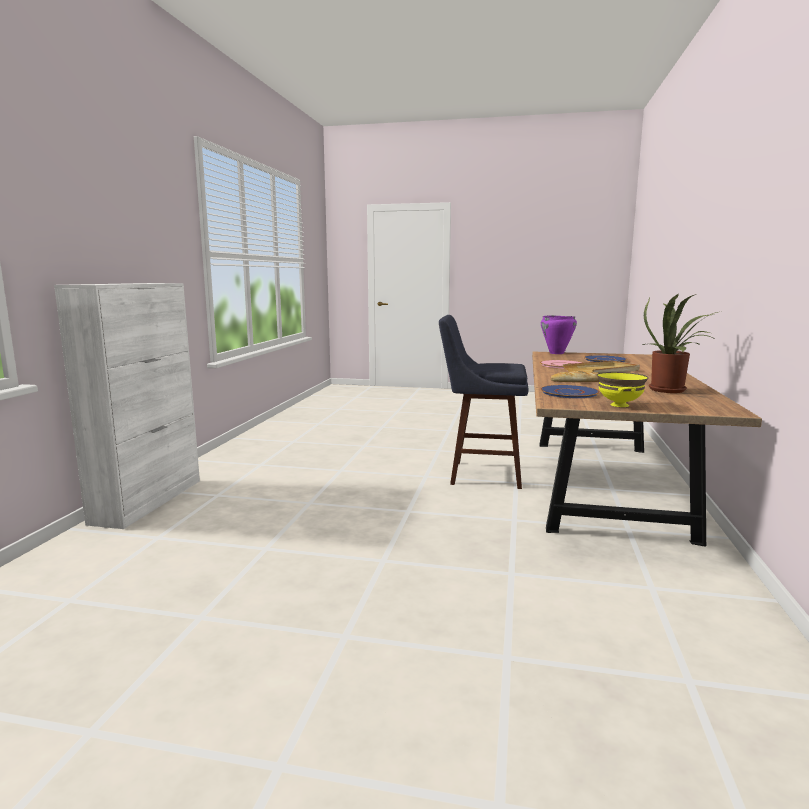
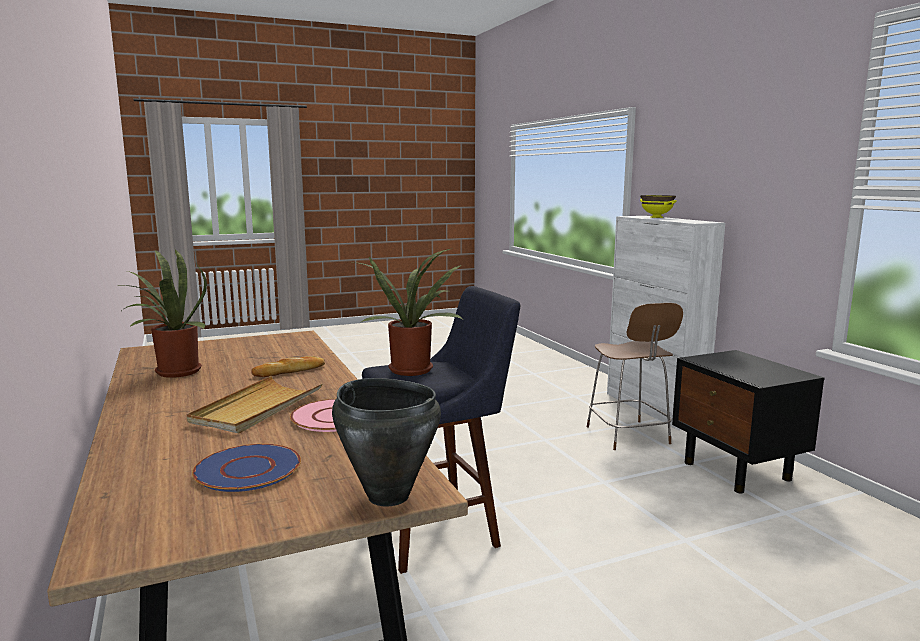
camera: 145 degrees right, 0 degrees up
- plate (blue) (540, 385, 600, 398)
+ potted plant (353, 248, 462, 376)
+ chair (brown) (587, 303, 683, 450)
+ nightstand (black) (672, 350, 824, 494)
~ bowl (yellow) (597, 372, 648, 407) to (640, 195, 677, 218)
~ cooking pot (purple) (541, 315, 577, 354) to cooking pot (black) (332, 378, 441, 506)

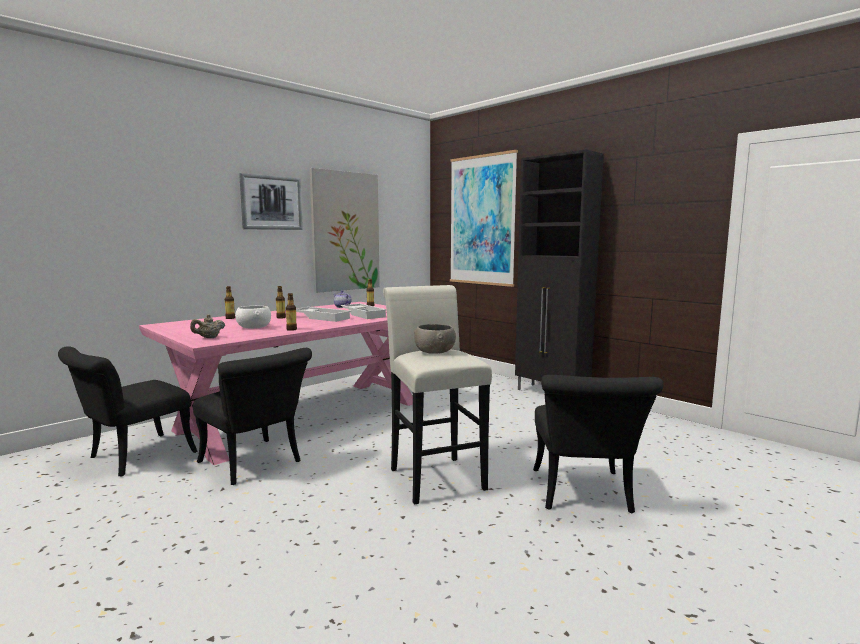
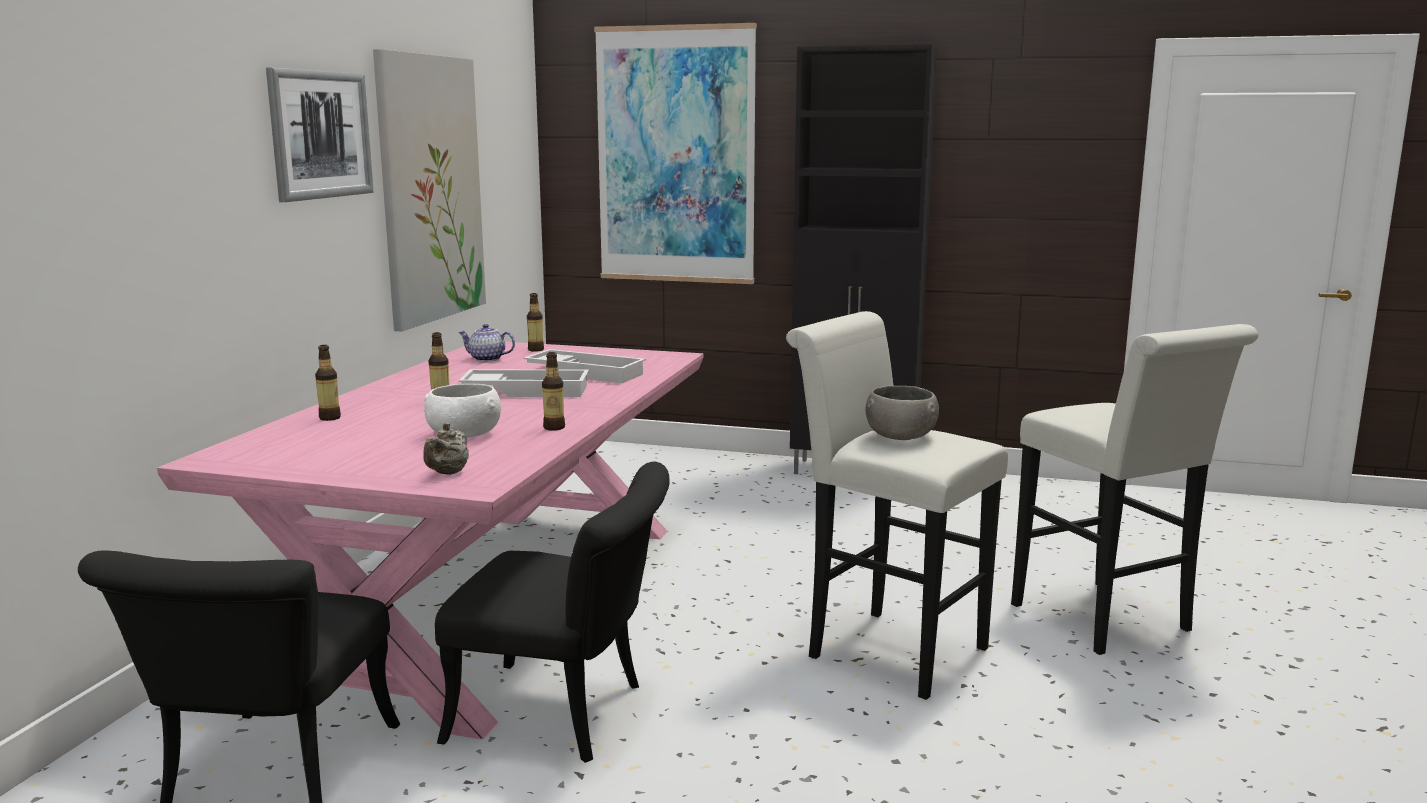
camera: 30 degrees left, 5 degrees up
~ chair (black) (533, 375, 664, 514) to stool (white) (1011, 324, 1258, 655)

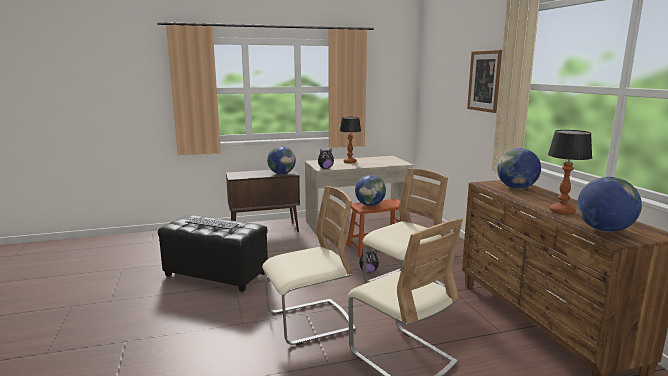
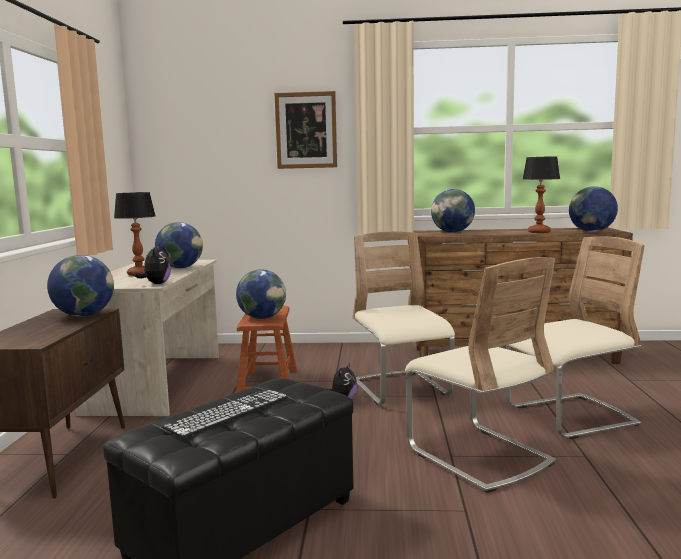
camera: 70 degrees left, 5 degrees down
+ globe (155, 222, 203, 268)
~ chair (beige) (262, 186, 356, 345) = (405, 257, 556, 493) 150 degrees clockwise

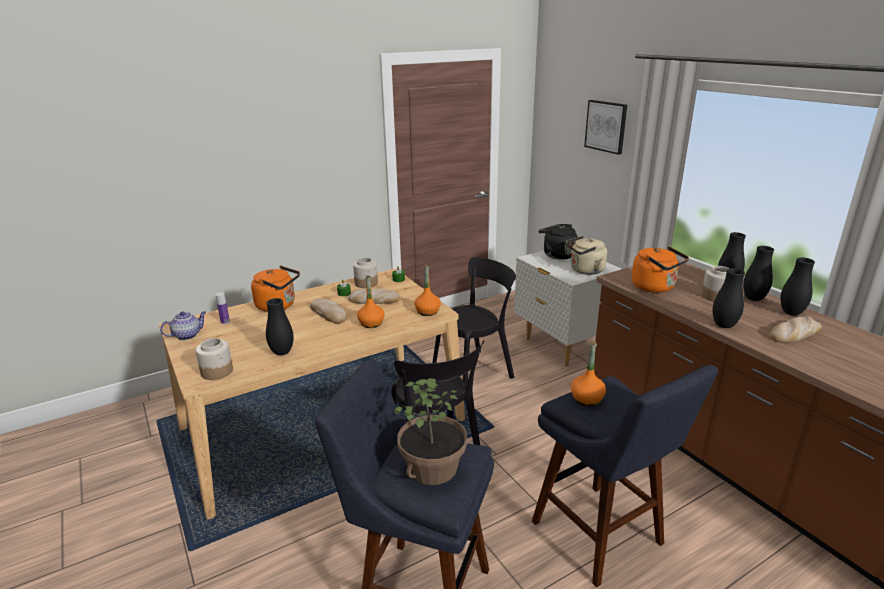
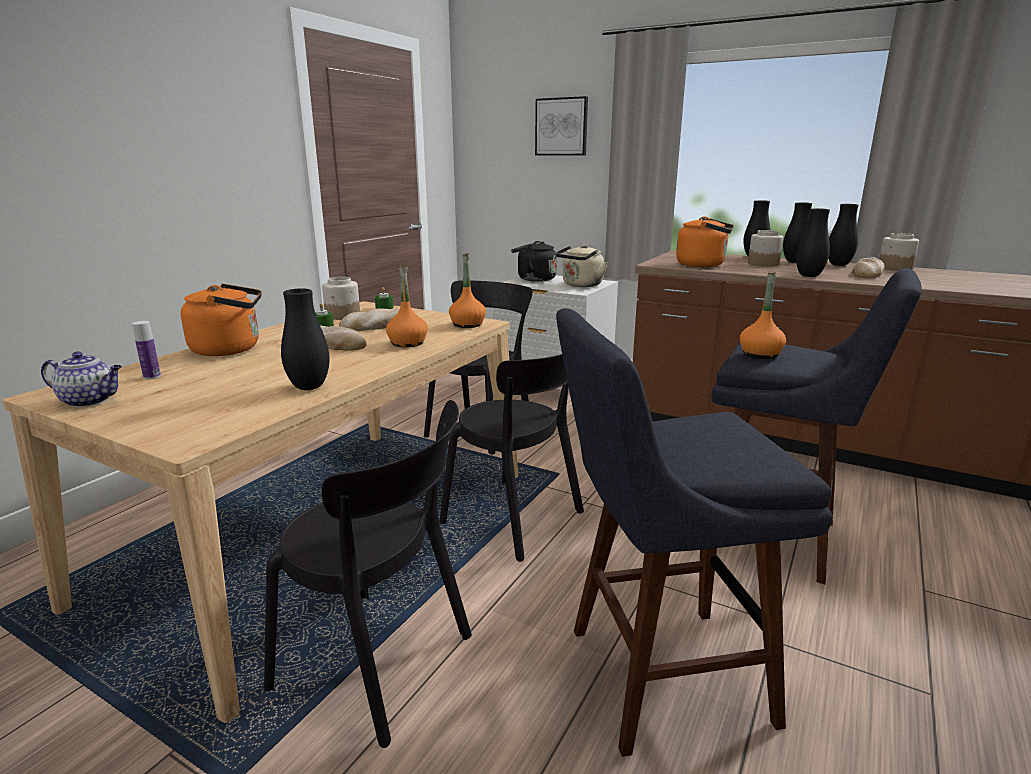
camera: 30 degrees left, 5 degrees down
- potted plant (394, 378, 467, 485)
+ chair (black) (264, 400, 472, 748)
~ jar (196, 338, 233, 380) to (879, 233, 919, 271)
~ teapot (160, 311, 206, 340) = (41, 351, 122, 407) 75 degrees clockwise

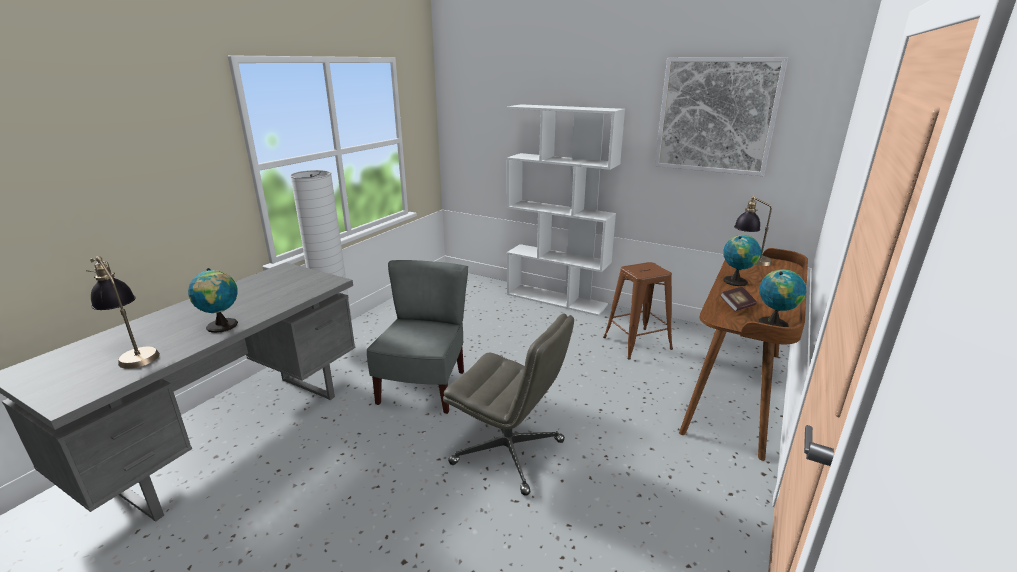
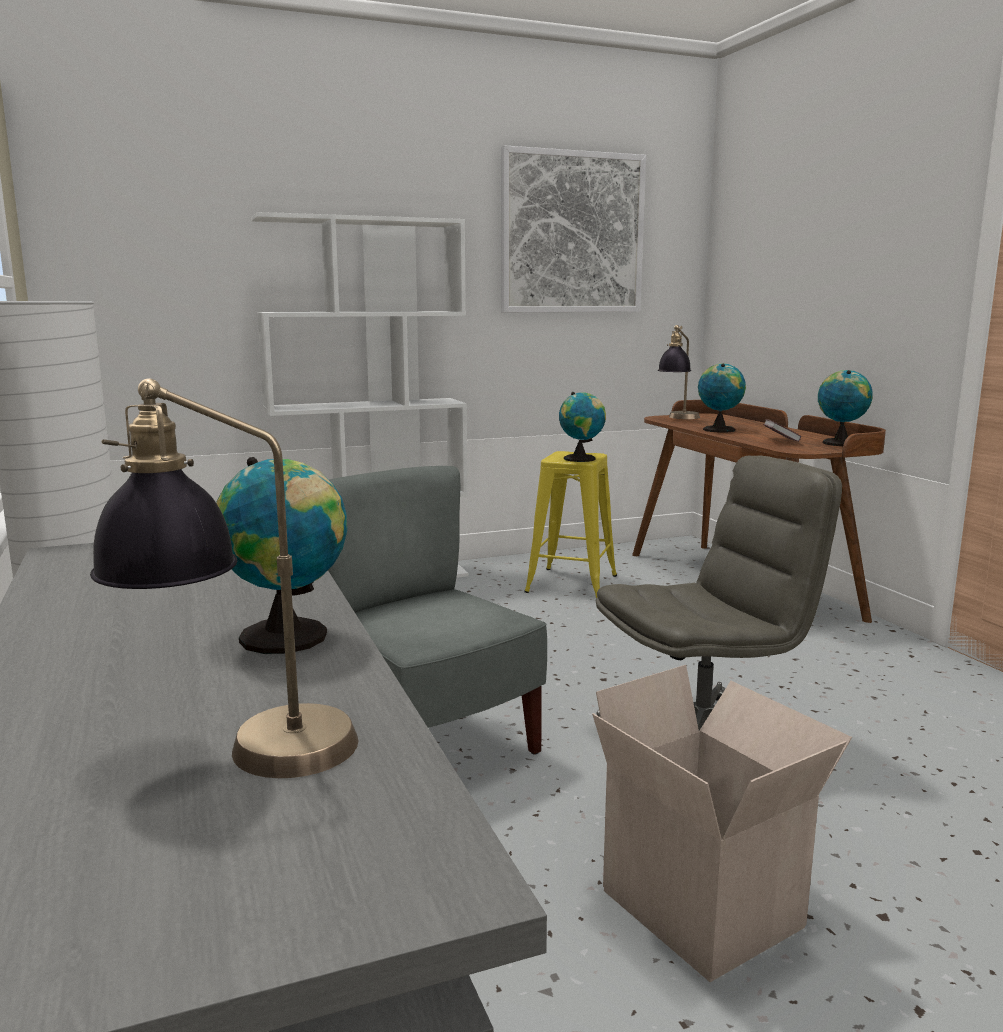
camera: 50 degrees left, 10 degrees down
+ globe (559, 392, 606, 462)
+ cardboard box (592, 665, 852, 982)
~ stool (brown) (603, 262, 673, 359) to stool (yellow) (524, 451, 617, 598)

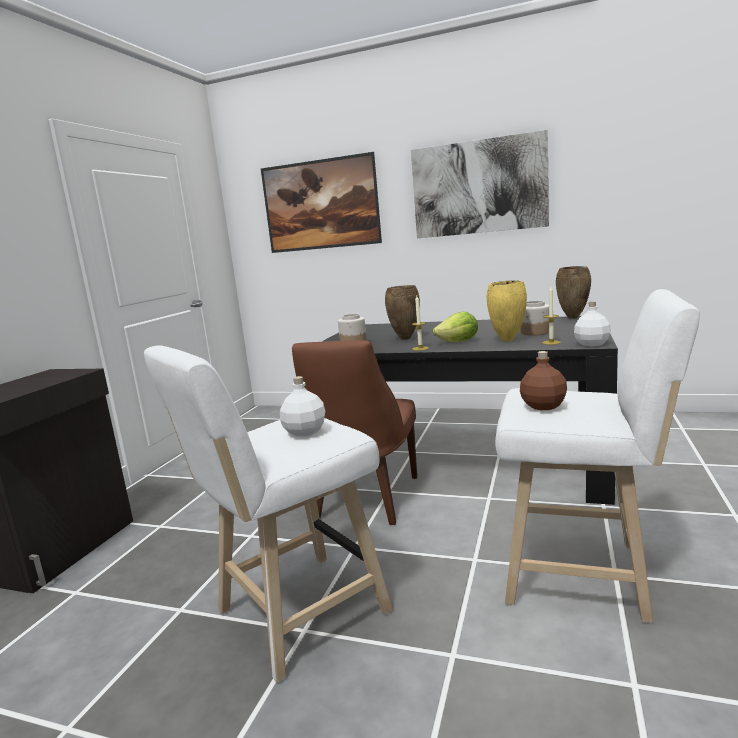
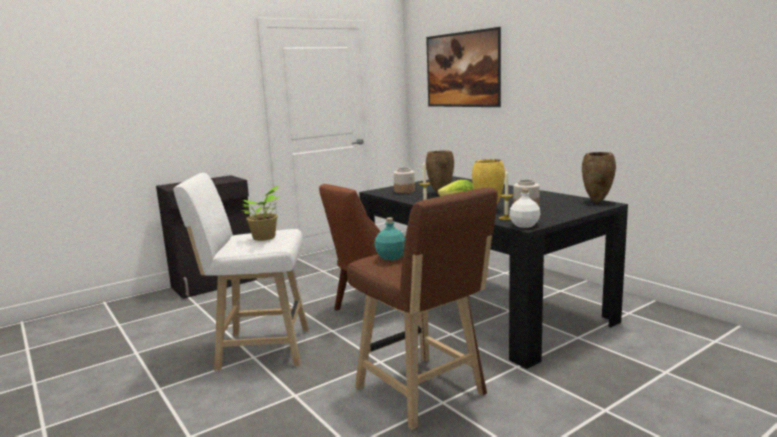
camera: 35 degrees right, 0 degrees up
- picture (411, 130, 549, 238)
~ bottle (white) (280, 376, 325, 437) to potted plant (242, 186, 280, 241)
~ stool (white) (495, 289, 700, 623) to stool (brown) (347, 187, 498, 431)
~ bottle (brown) (520, 351, 567, 410) to bottle (turquoise) (374, 217, 405, 260)

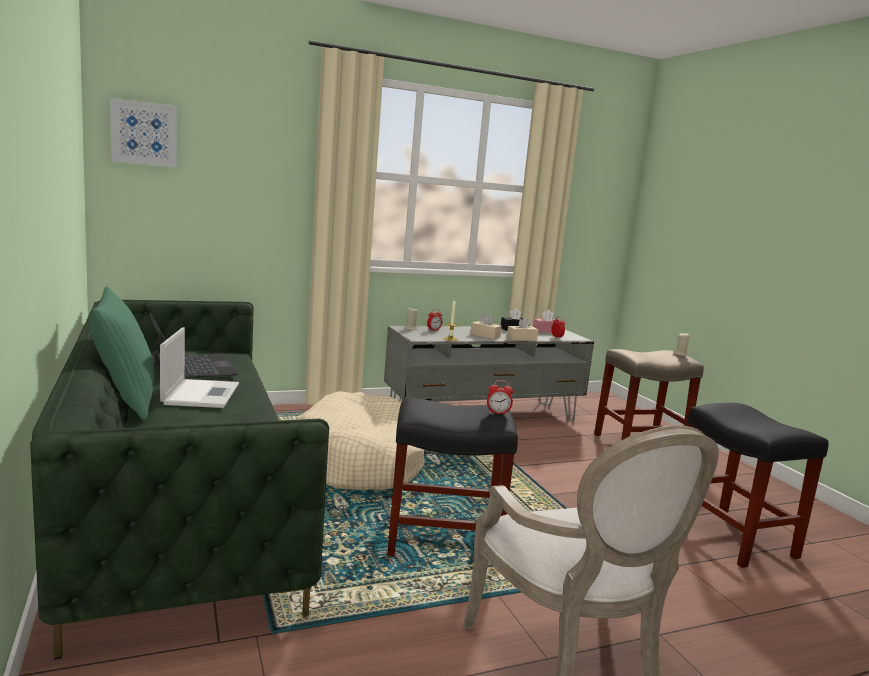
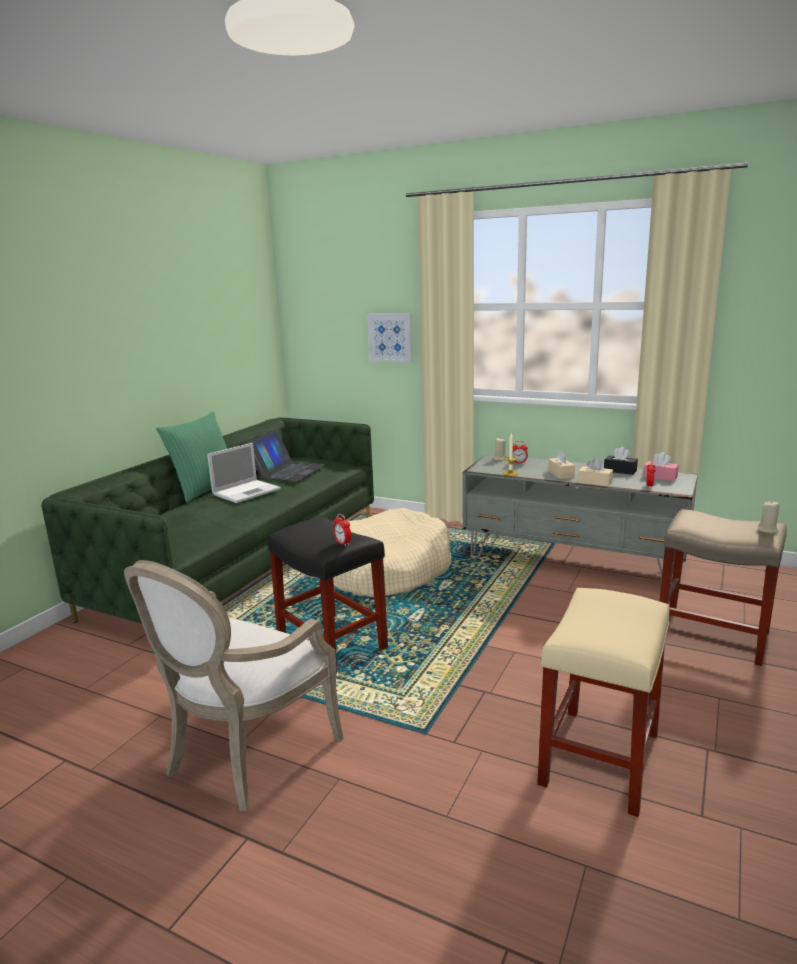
camera: 50 degrees right, 5 degrees up
~ picture (110, 98, 177, 167) to (367, 313, 413, 363)
~ stool (black) (687, 402, 828, 568) to stool (beige) (537, 588, 670, 817)

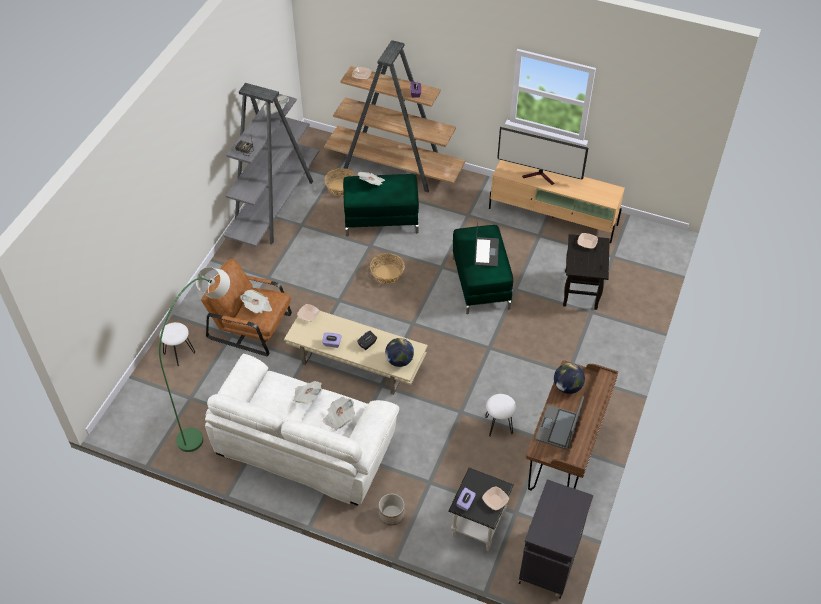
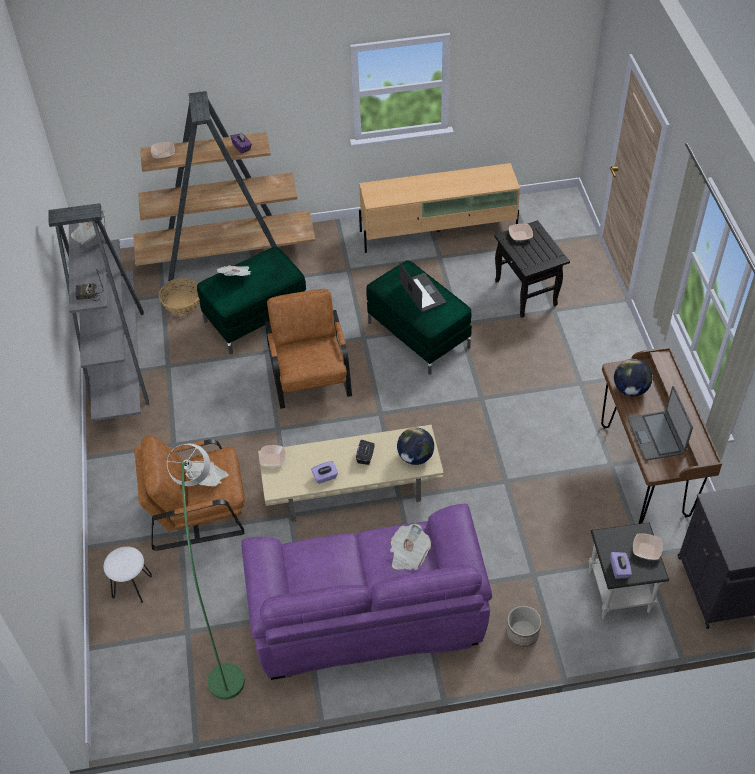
camera: 30 degrees left, 0 degrees up
- newspaper (293, 381, 322, 404)
- stool (white) (485, 394, 516, 437)
- television (497, 127, 588, 185)
~ basket (370, 253, 405, 284) to armchair (brown) (265, 289, 352, 409)
~ sofa (white) (205, 354, 399, 506) to sofa (purple) (241, 504, 492, 680)

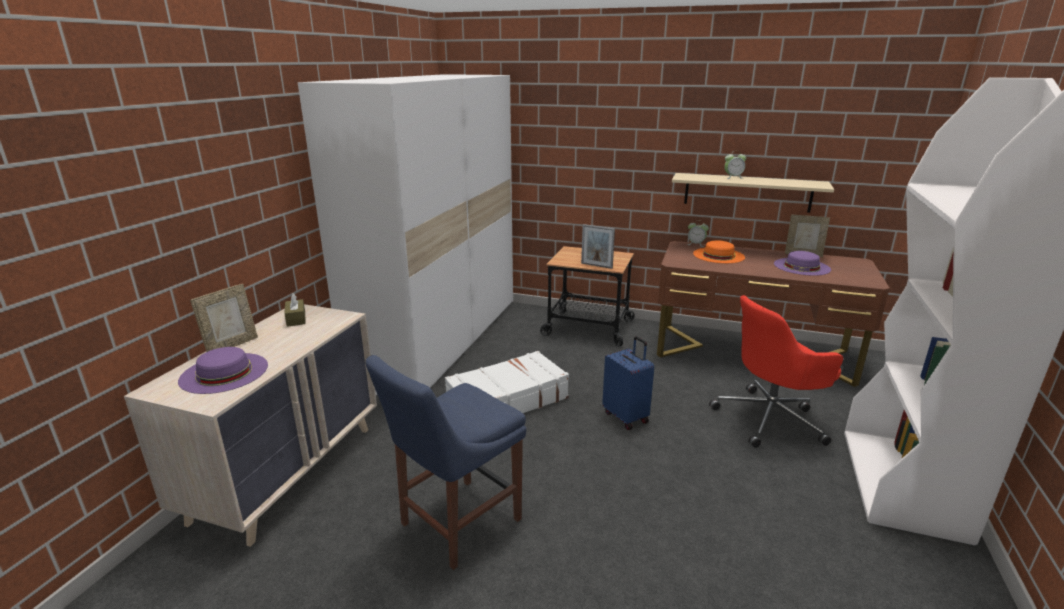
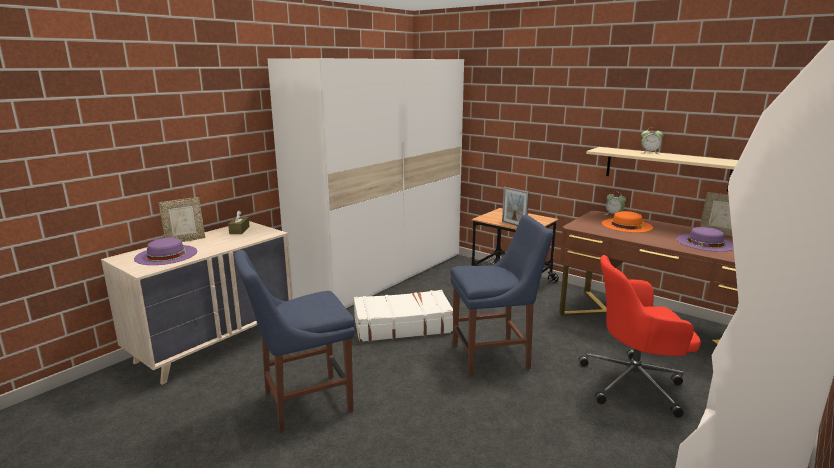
camera: 20 degrees right, 5 degrees down
~ suitcase (blue) (602, 336, 654, 430) to chair (blue) (451, 215, 553, 376)

